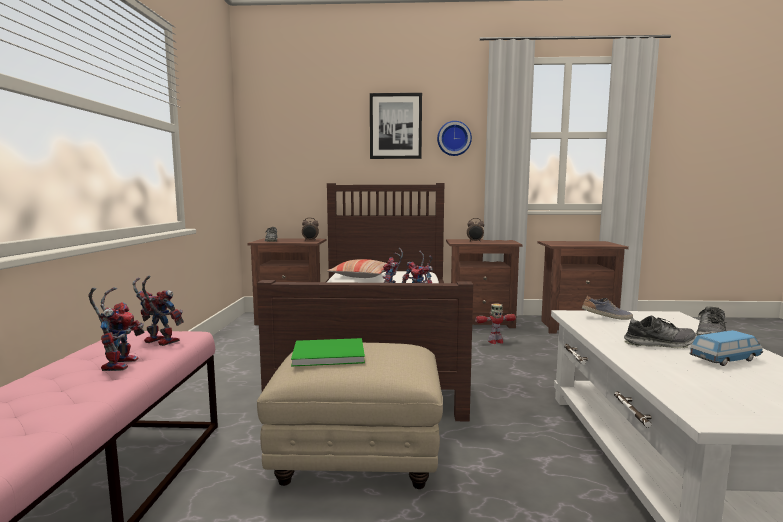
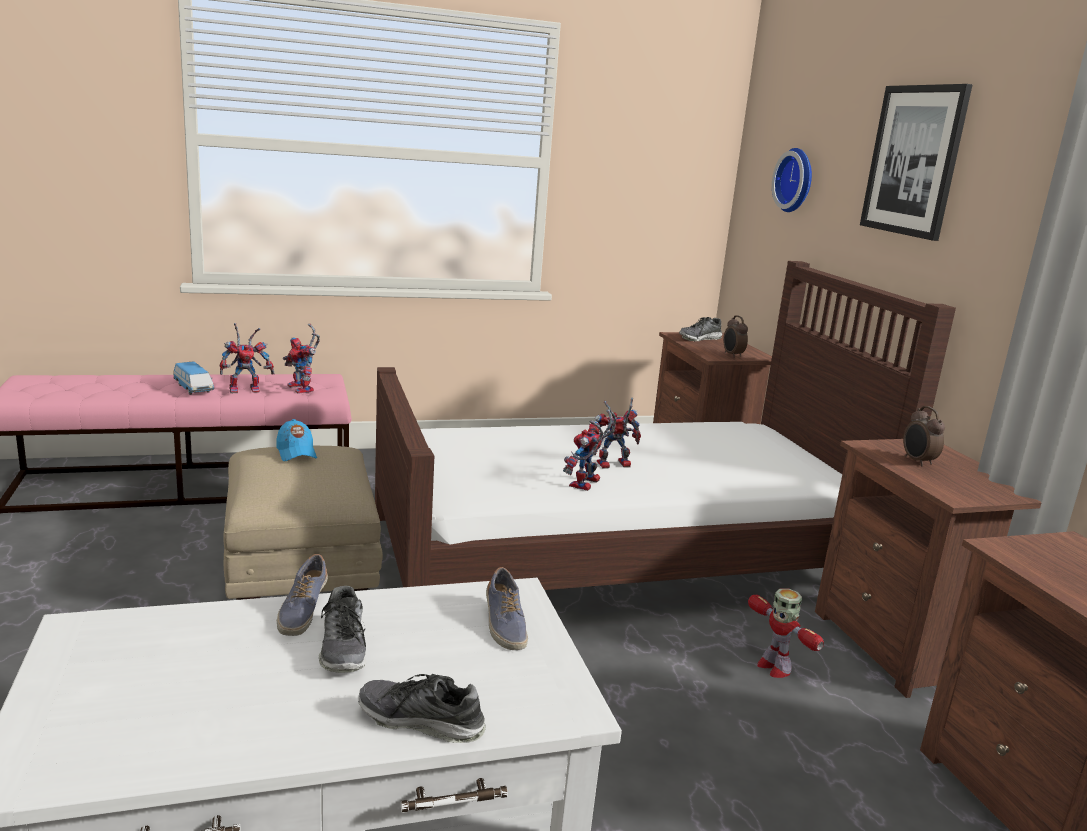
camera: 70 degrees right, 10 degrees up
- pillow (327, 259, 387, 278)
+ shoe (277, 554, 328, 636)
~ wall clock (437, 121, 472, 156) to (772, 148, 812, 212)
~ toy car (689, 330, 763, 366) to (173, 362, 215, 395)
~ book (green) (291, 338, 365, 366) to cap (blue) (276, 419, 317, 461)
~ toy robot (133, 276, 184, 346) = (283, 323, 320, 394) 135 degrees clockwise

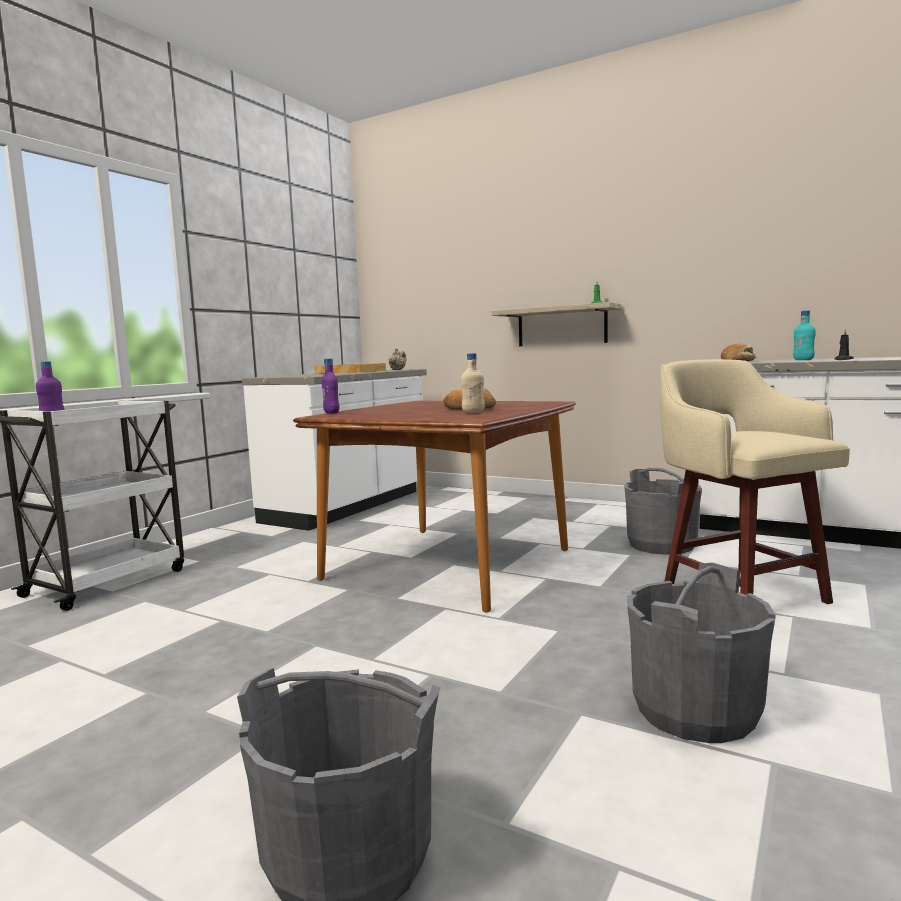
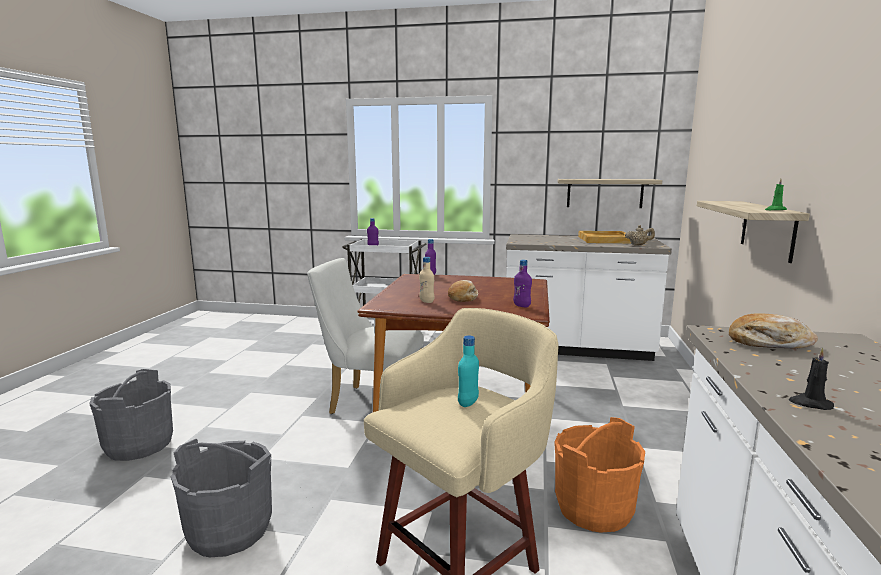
camera: 70 degrees right, 5 degrees up
+ chair (white) (308, 258, 424, 414)
+ bottle (purple) (513, 260, 532, 307)
+ shelf (558, 179, 662, 208)
~ bottle (turquoise) (793, 310, 816, 360) to (458, 335, 479, 407)
~ bucket (grey) (624, 468, 702, 555) to bucket (orange) (554, 417, 645, 533)

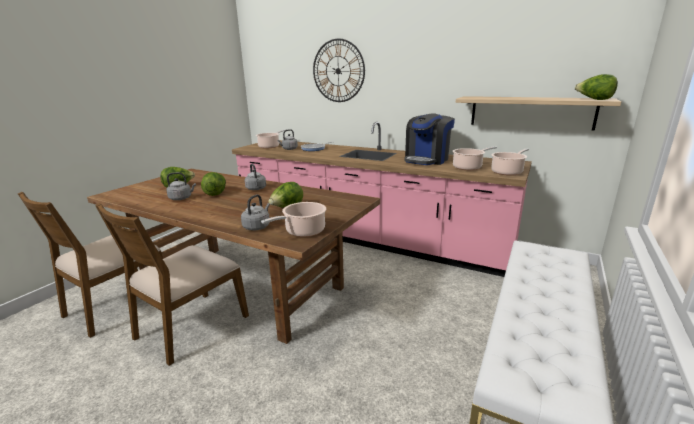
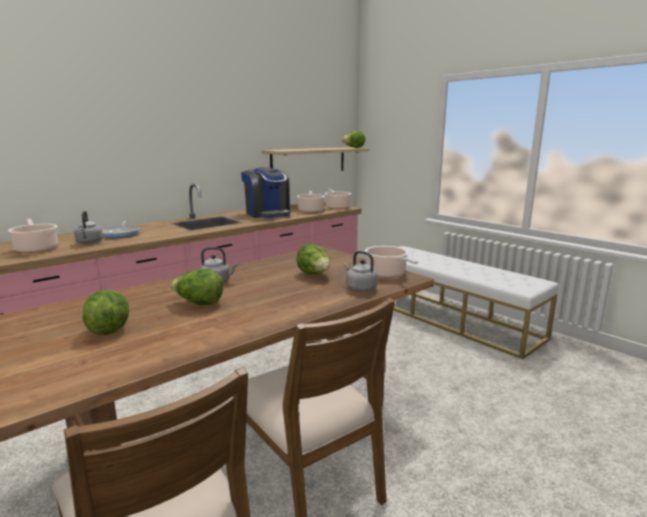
camera: 70 degrees left, 5 degrees down
- kettle (grey) (166, 172, 196, 200)
- wall clock (313, 39, 365, 102)

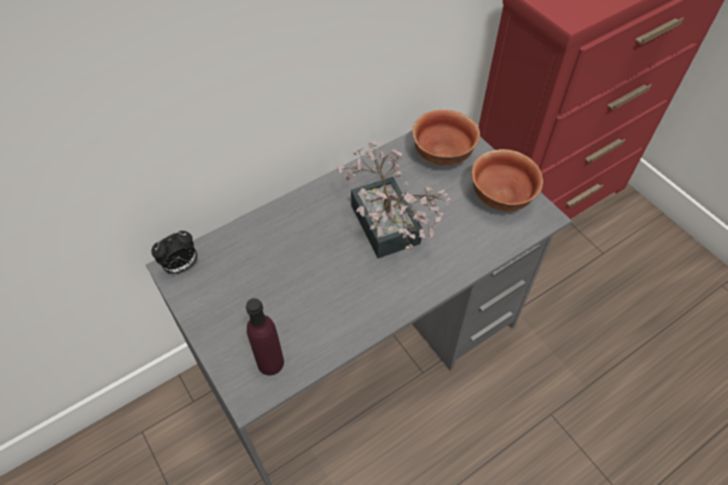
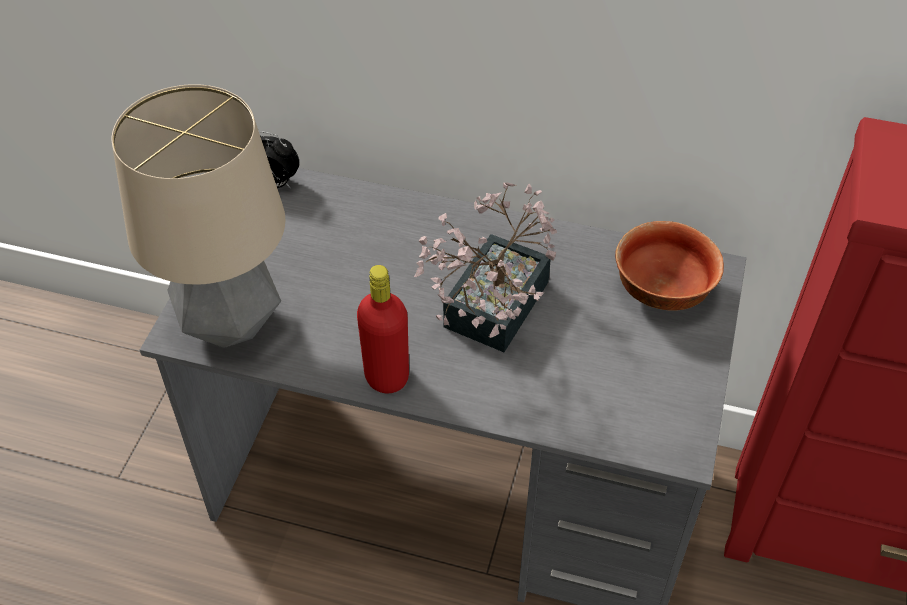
camera: 50 degrees right, 5 degrees down
- bowl (471, 149, 543, 211)
+ bottle (red) (357, 265, 409, 394)
~ bottle (purple) (246, 298, 284, 375) to table lamp (111, 84, 285, 348)

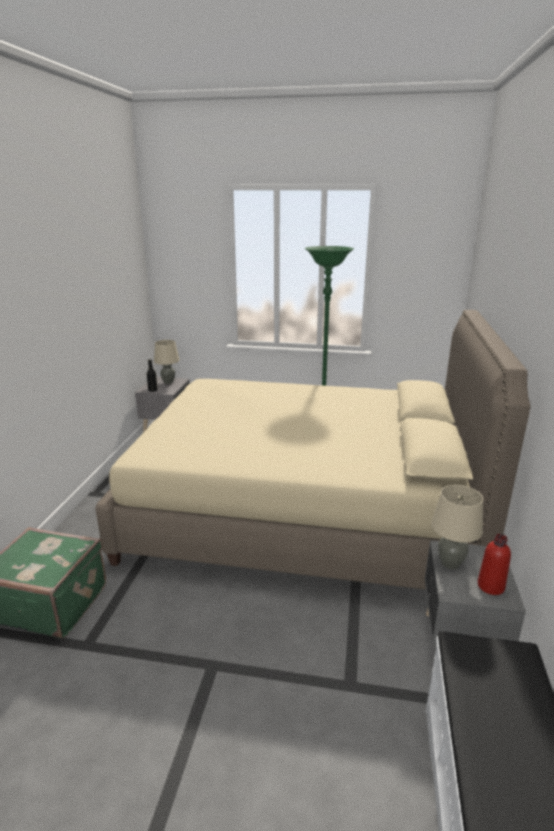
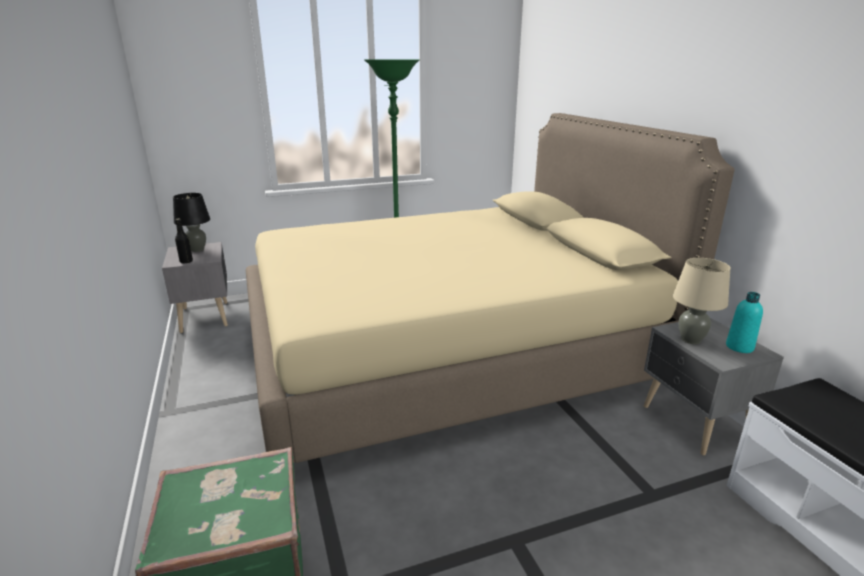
camera: 30 degrees left, 0 degrees up
~ table lamp (beige) (154, 340, 179, 384) to table lamp (black) (173, 193, 210, 252)
~ bottle (red) (478, 534, 511, 595) to bottle (turquoise) (726, 292, 763, 353)

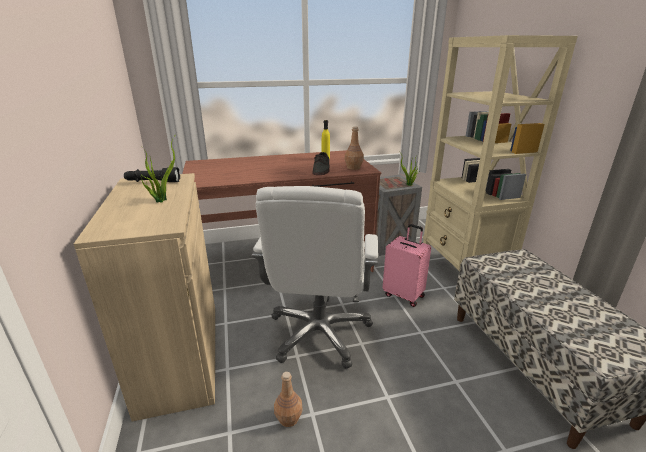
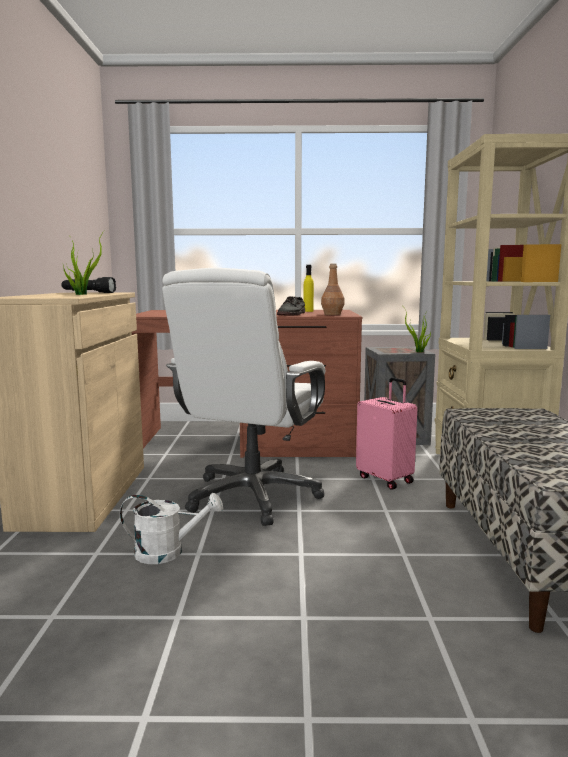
camera: 15 degrees right, 15 degrees down
~ bottle (brown) (274, 372, 303, 427) to watering can (white) (120, 493, 223, 564)

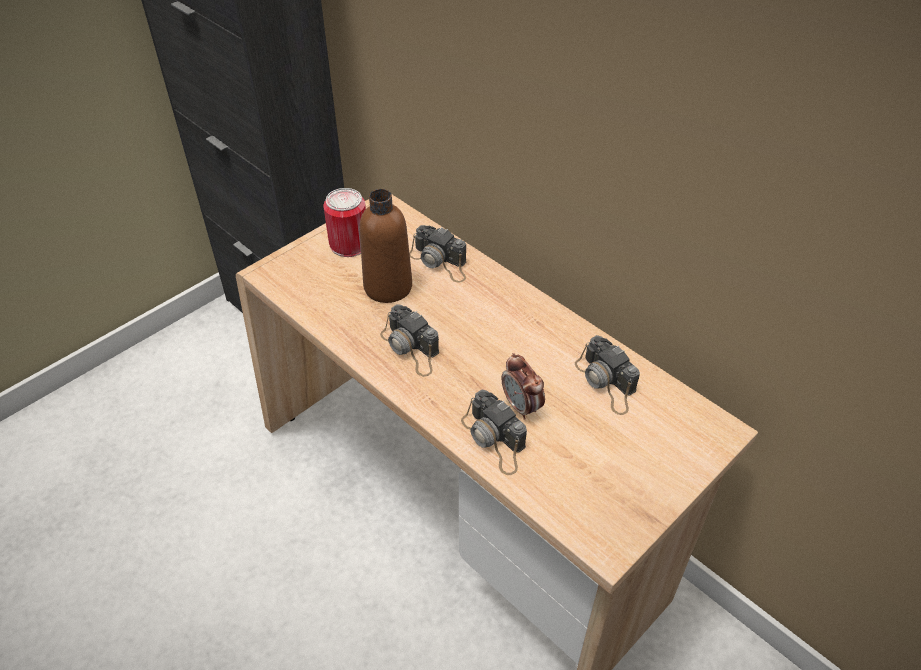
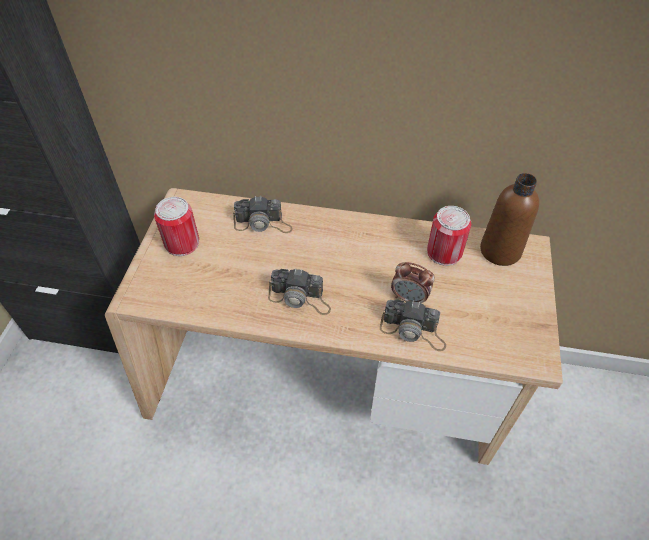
camera: 35 degrees left, 5 degrees up
~ bottle (brown) (360, 189, 412, 303) to (480, 173, 539, 266)
~ photo camera (575, 335, 640, 415) to can (427, 206, 471, 266)

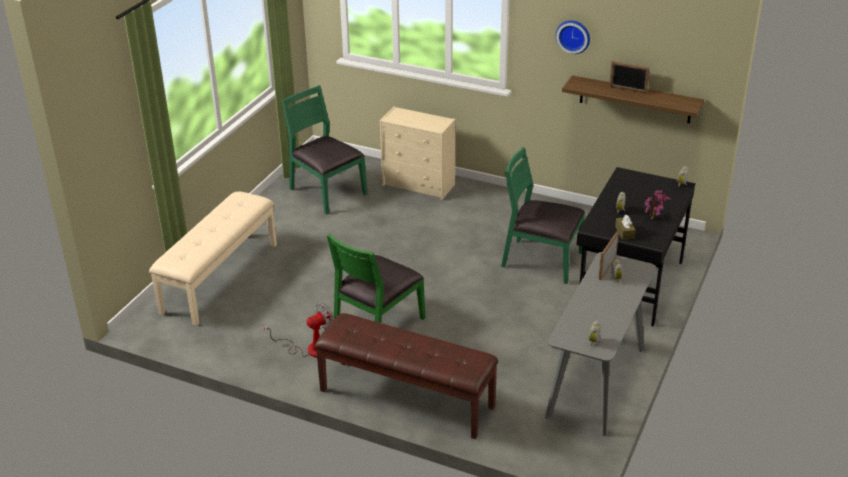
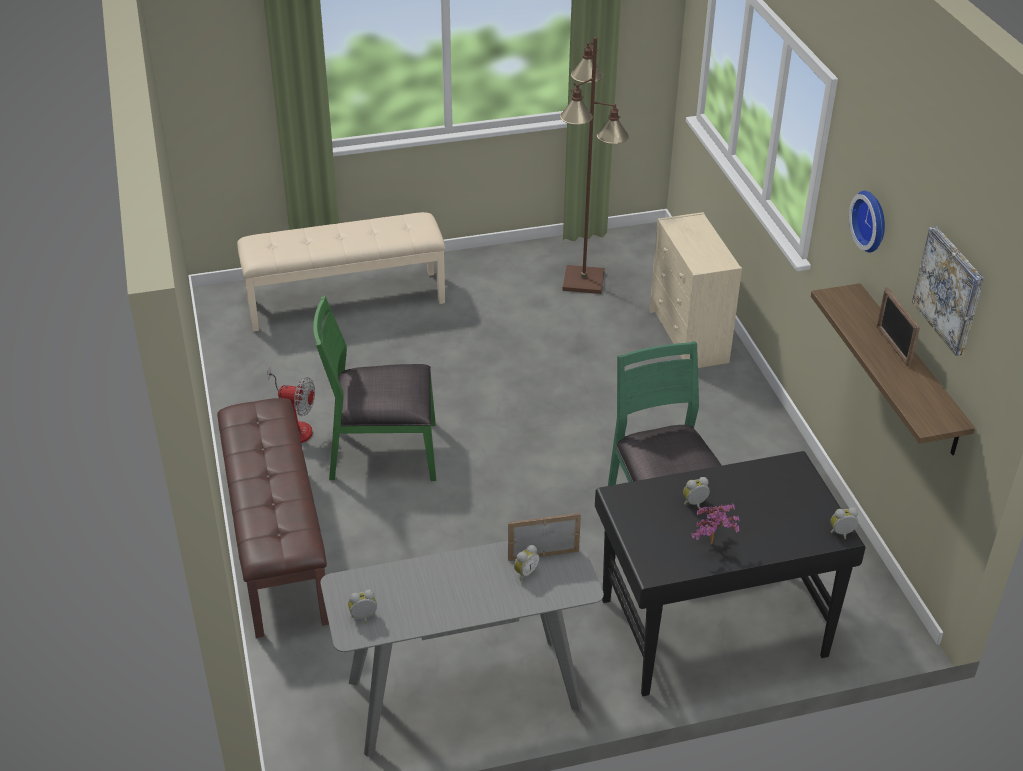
camera: 50 degrees right, 5 degrees up
- tissue box (brown) (615, 215, 636, 240)
+ picture (912, 226, 984, 356)
~ chair (green) (282, 85, 367, 214) to floor lamp (brown) (560, 37, 629, 294)

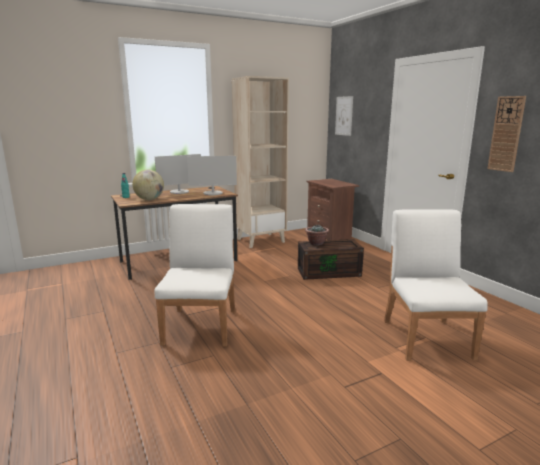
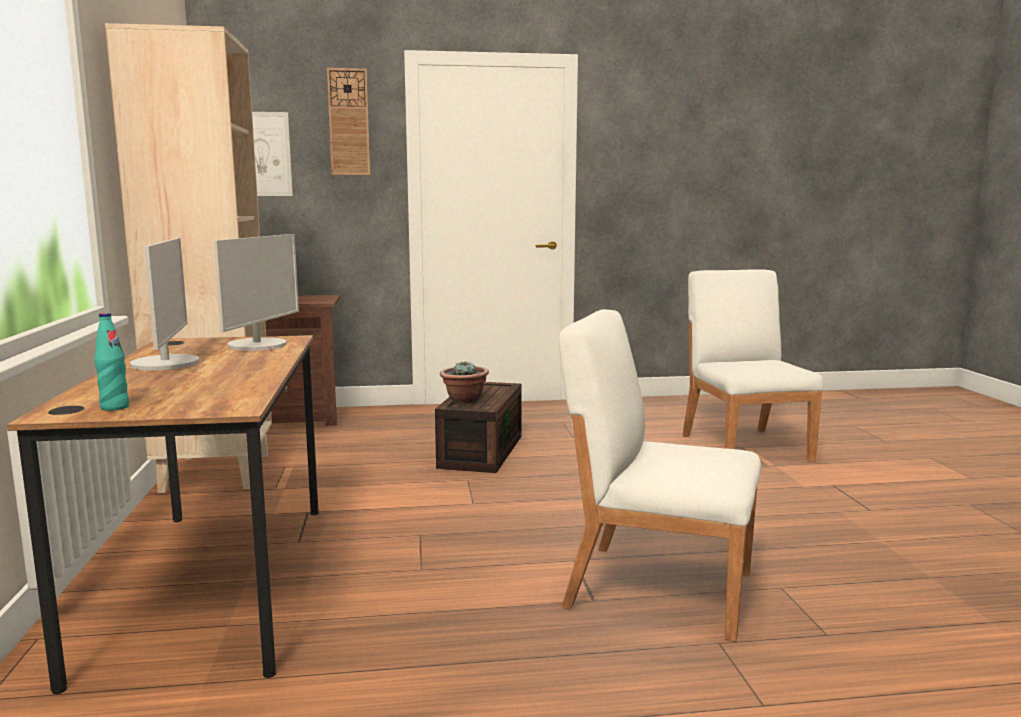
camera: 70 degrees left, 5 degrees down
- globe (132, 170, 164, 200)
~ wall clock (487, 96, 526, 172) to (327, 68, 370, 175)
~ chair (white) (384, 209, 488, 361) = (682, 269, 824, 462) 60 degrees clockwise

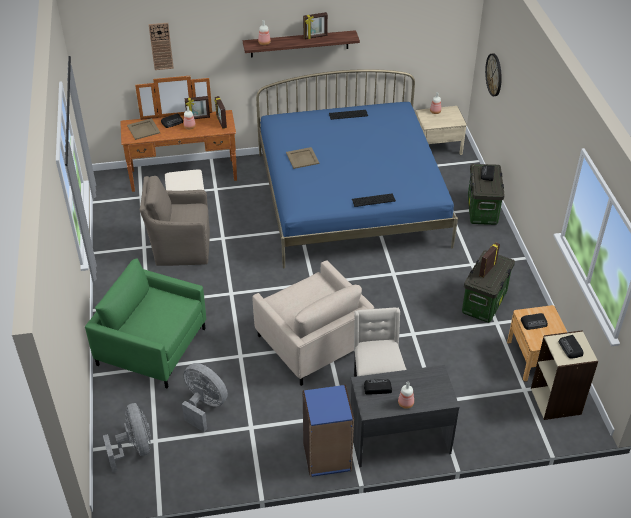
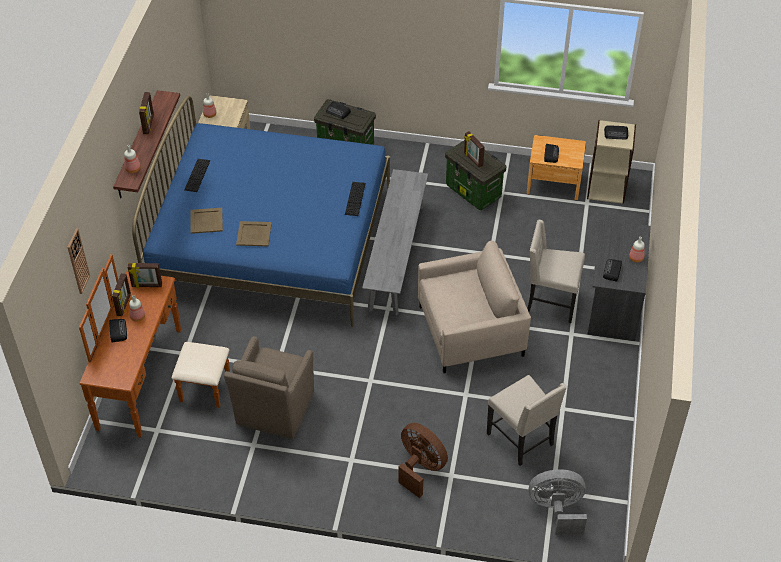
camera: 70 degrees left, 5 degrees up
- bookcase (blue) (303, 385, 354, 477)
- wall clock (485, 53, 502, 96)
+ bench (grey) (362, 169, 428, 315)
~ tray (beige) (127, 118, 160, 140) to (190, 208, 223, 234)
~ armchair (green) (85, 259, 206, 388) to fan (brown) (398, 423, 448, 498)
~ fan (grey) (182, 363, 228, 432) to chair (beige) (487, 375, 567, 466)

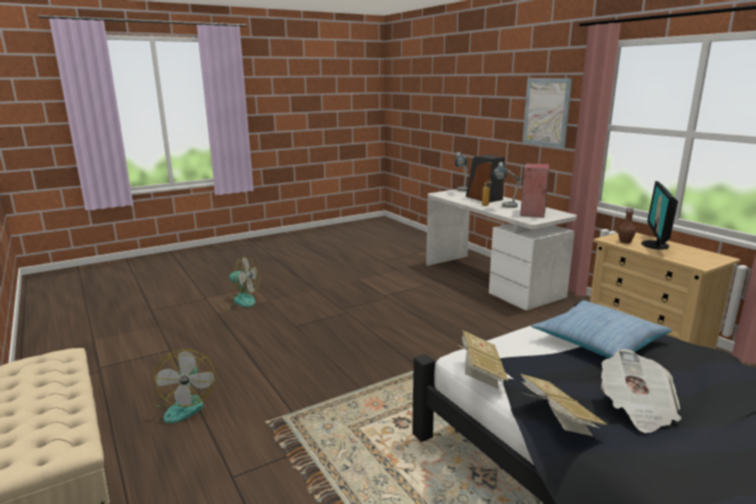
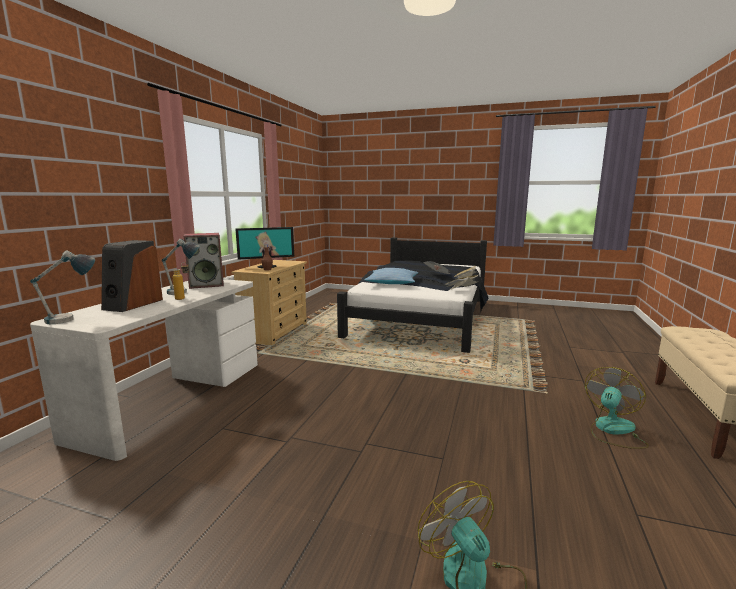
camera: 130 degrees left, 5 degrees down
- picture (522, 78, 572, 148)

